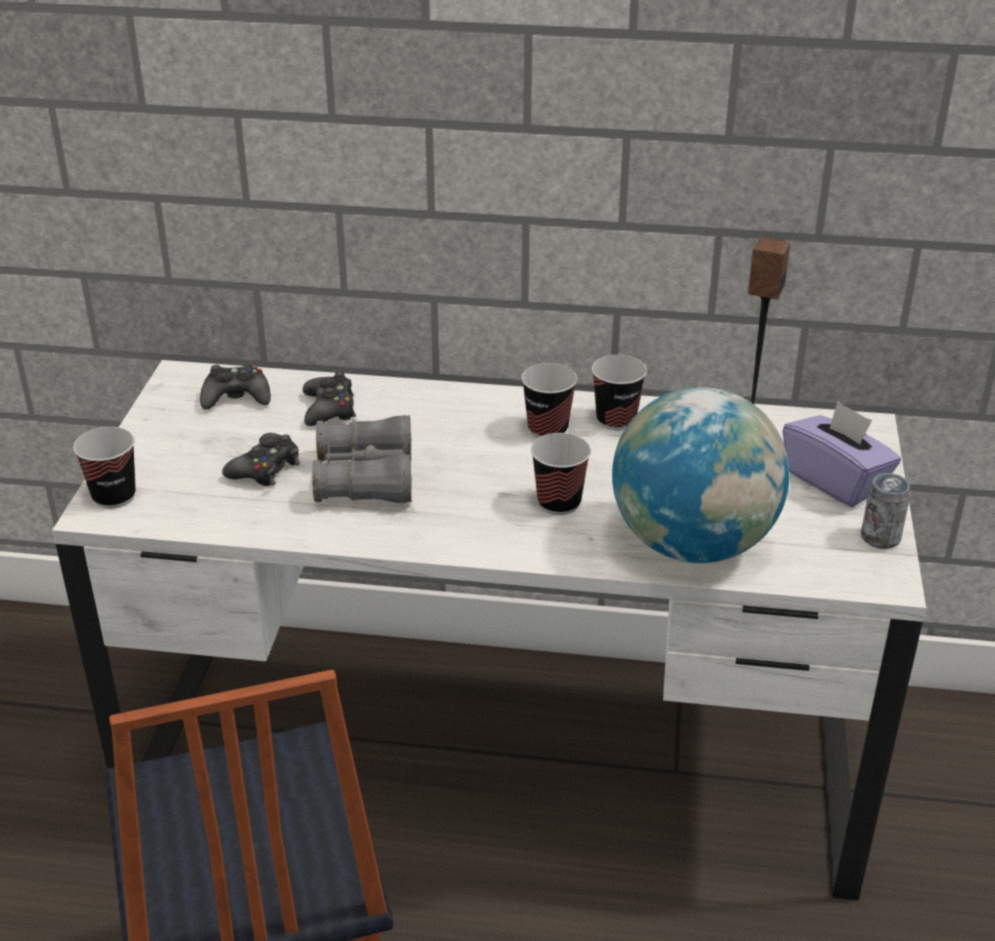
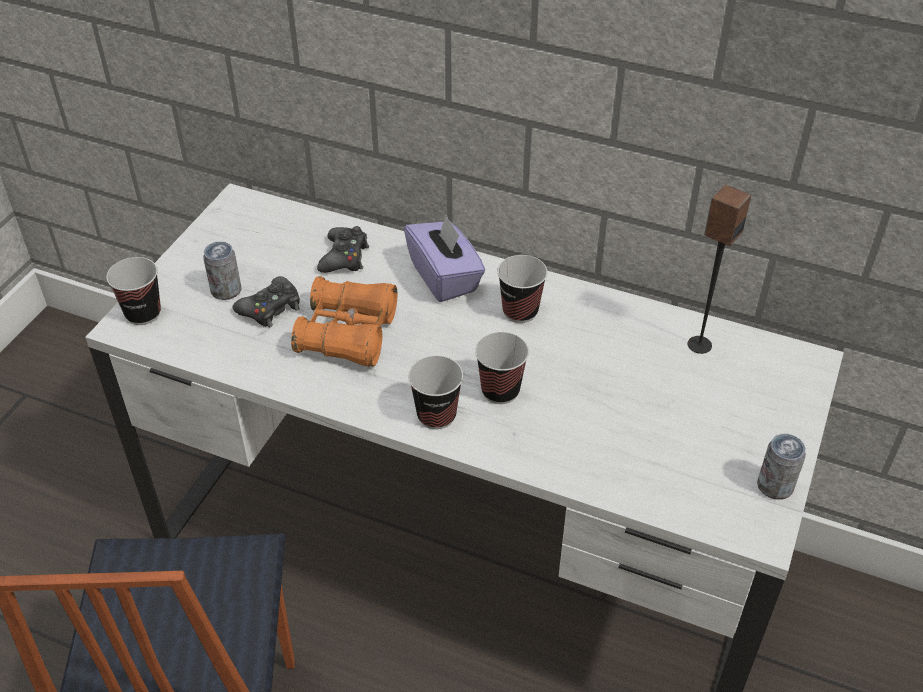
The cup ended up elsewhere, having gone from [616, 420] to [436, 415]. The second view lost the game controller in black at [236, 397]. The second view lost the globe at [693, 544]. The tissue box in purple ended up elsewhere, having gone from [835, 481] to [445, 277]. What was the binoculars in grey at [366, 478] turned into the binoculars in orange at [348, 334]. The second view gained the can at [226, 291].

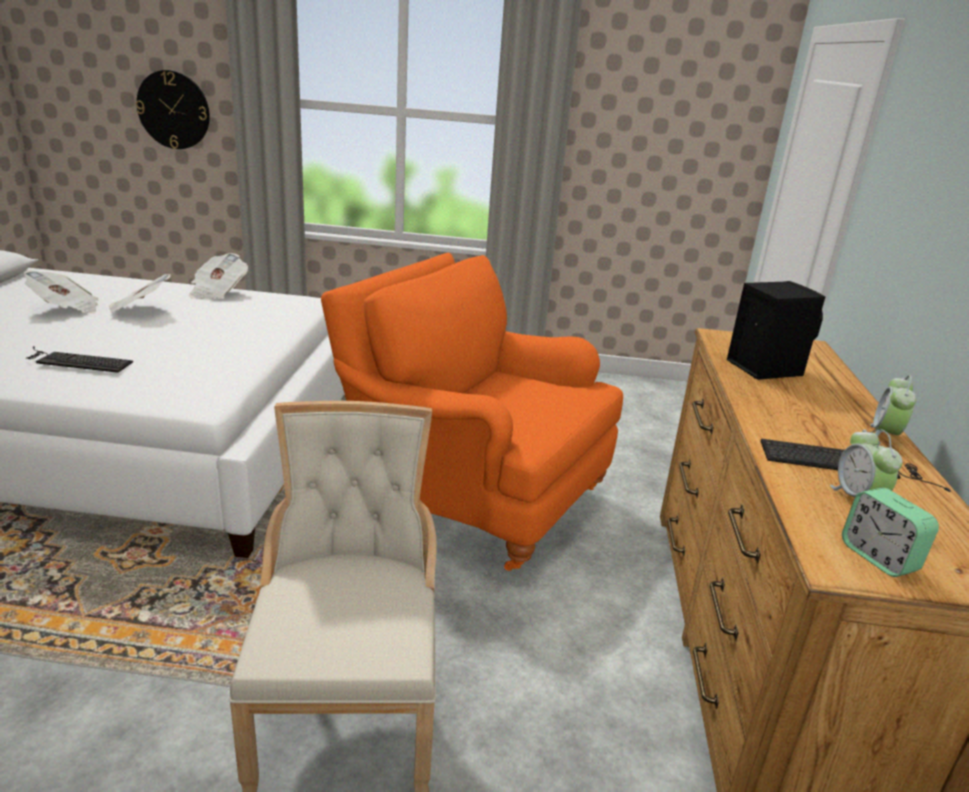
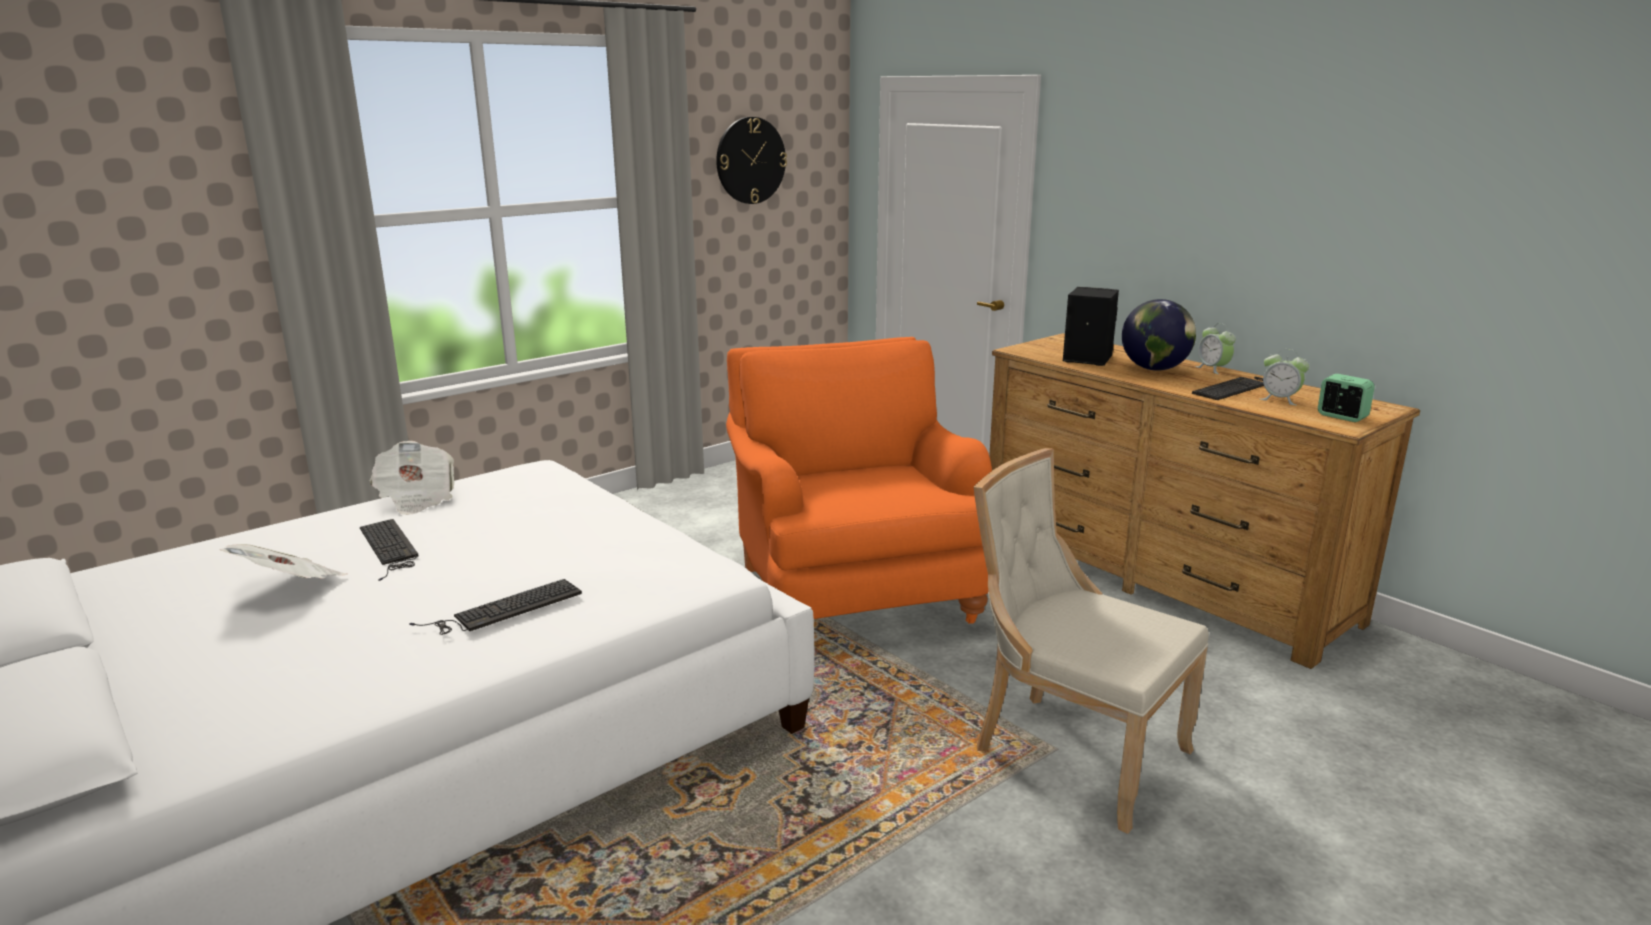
The wall clock ended up elsewhere, having gone from [173, 110] to [750, 160]. The armchair in orange at [471, 495] ended up facing another way, 90 degrees clockwise from before. Where the newspaper stood at [139, 309], the keyboard came to stand at [389, 547]. The alarm clock at [878, 557] ended up facing another way, 150 degrees counterclockwise from before. The second view gained the globe at [1155, 369].

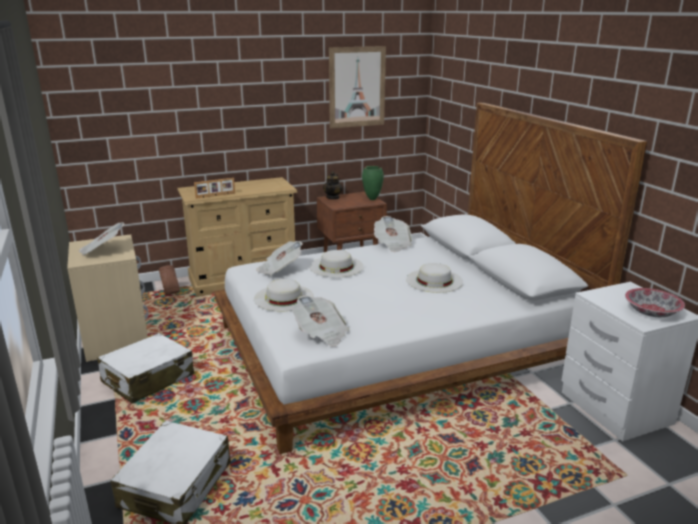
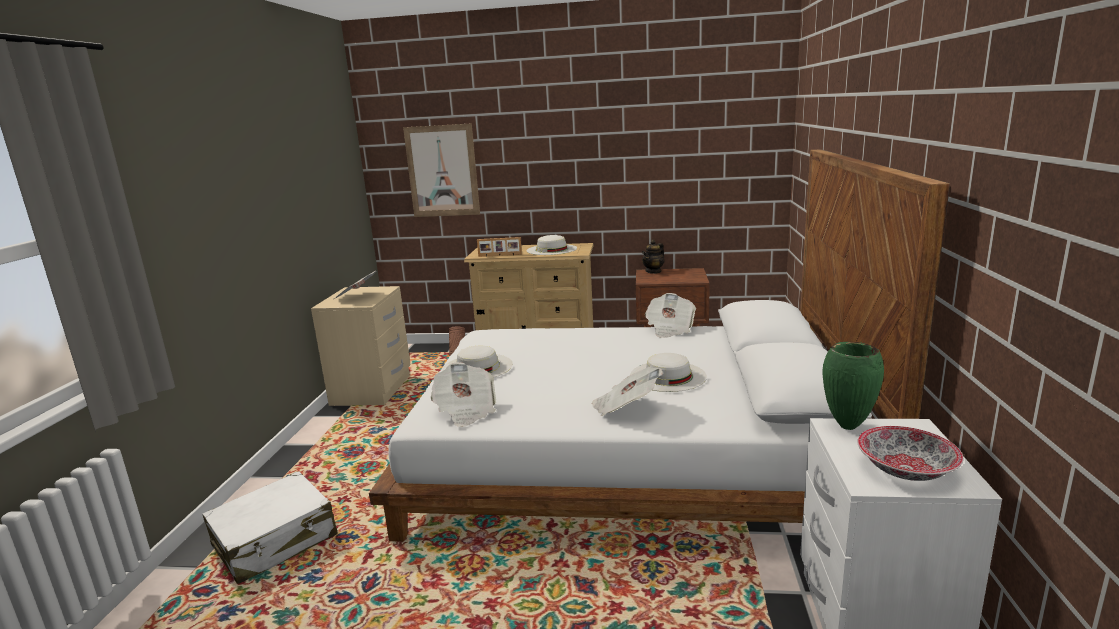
The picture ended up elsewhere, having gone from [357, 87] to [442, 171]. The vase in green ended up elsewhere, having gone from [372, 199] to [846, 427]. The newspaper ended up elsewhere, having gone from [279, 269] to [625, 408]. The hat in white ended up elsewhere, having gone from [336, 266] to [551, 249]. The second view lost the suitcase in white at [148, 379].

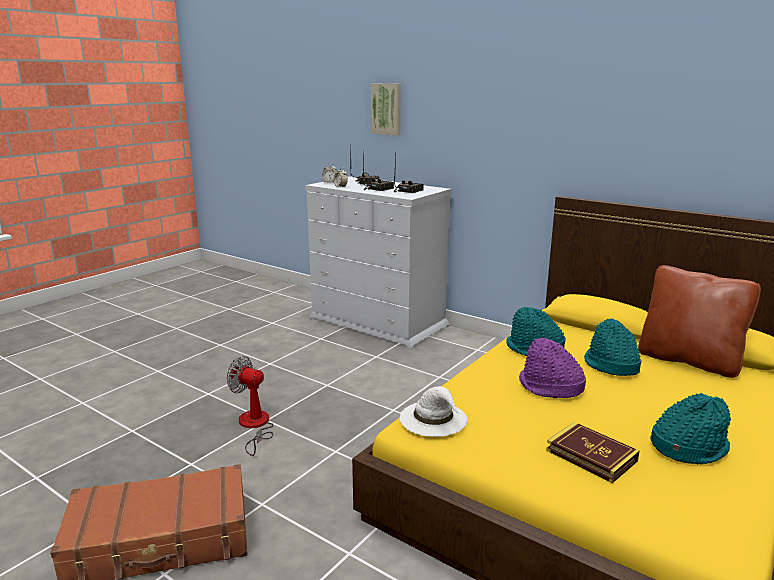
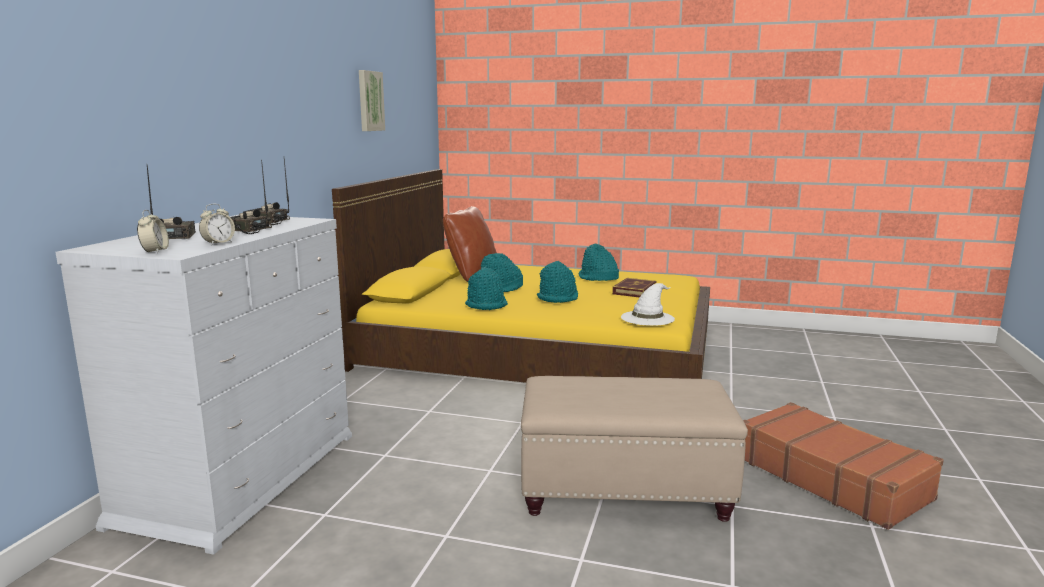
The picture ended up elsewhere, having gone from [387, 109] to [369, 101]. What was the hat in purple at [550, 387] turned into the hat in turquoise at [558, 298]. Where the fan stood at [254, 426], the ottoman in beige came to stand at [625, 490].

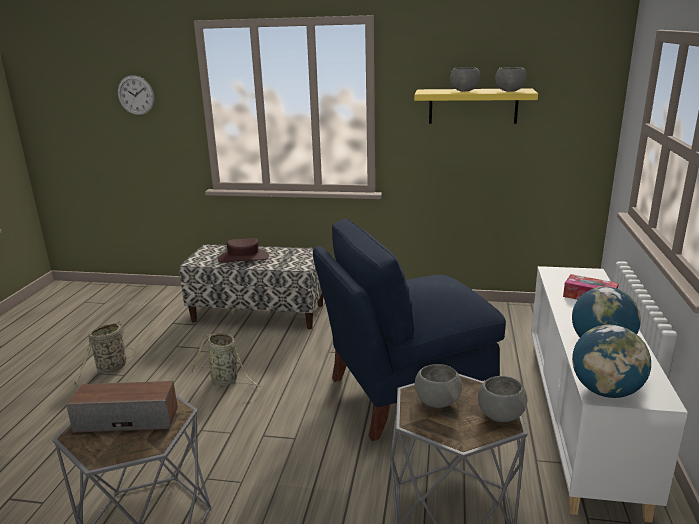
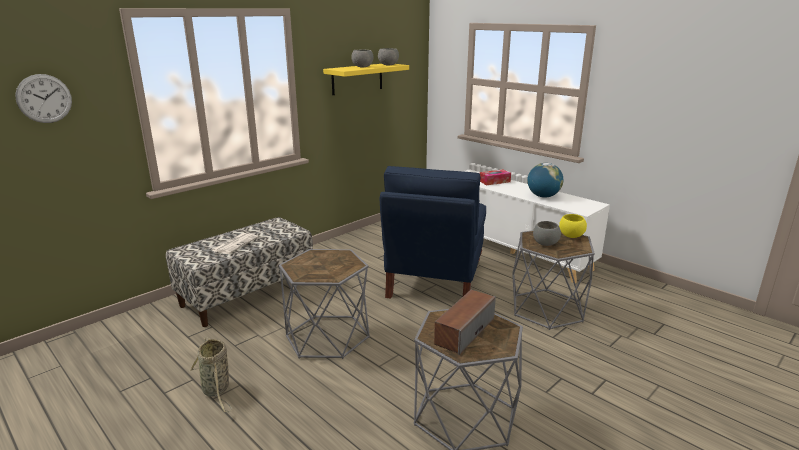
Where the hat in brown stood at [243, 258], the newspaper came to stand at [235, 244]. The second view lost the globe at [606, 391]. Where the basket stood at [226, 380], the side table in grey came to stand at [327, 337]. What was the bowl in grey at [500, 415] turned into the bowl in yellow at [571, 236].

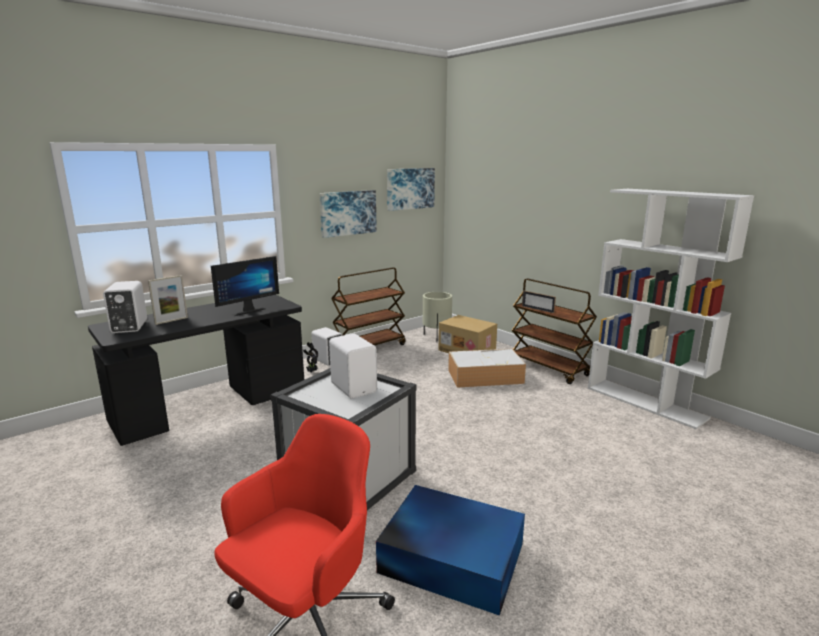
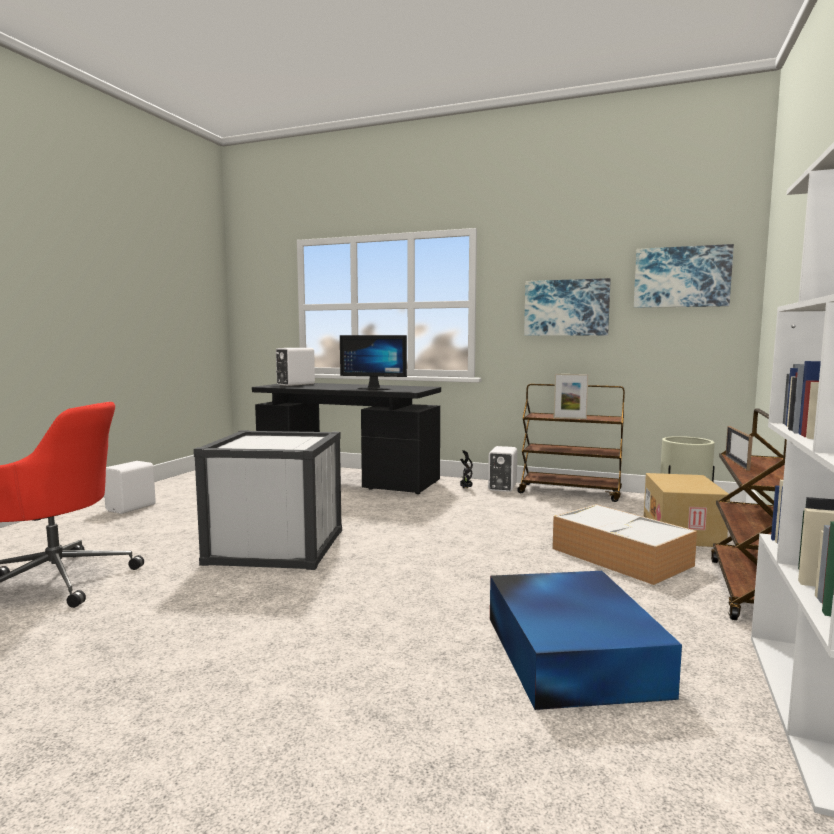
The picture frame ended up elsewhere, having gone from [171, 321] to [569, 418]. The speaker in white ended up elsewhere, having gone from [354, 387] to [132, 508]. The storage box in blue ended up elsewhere, having gone from [450, 557] to [572, 652].

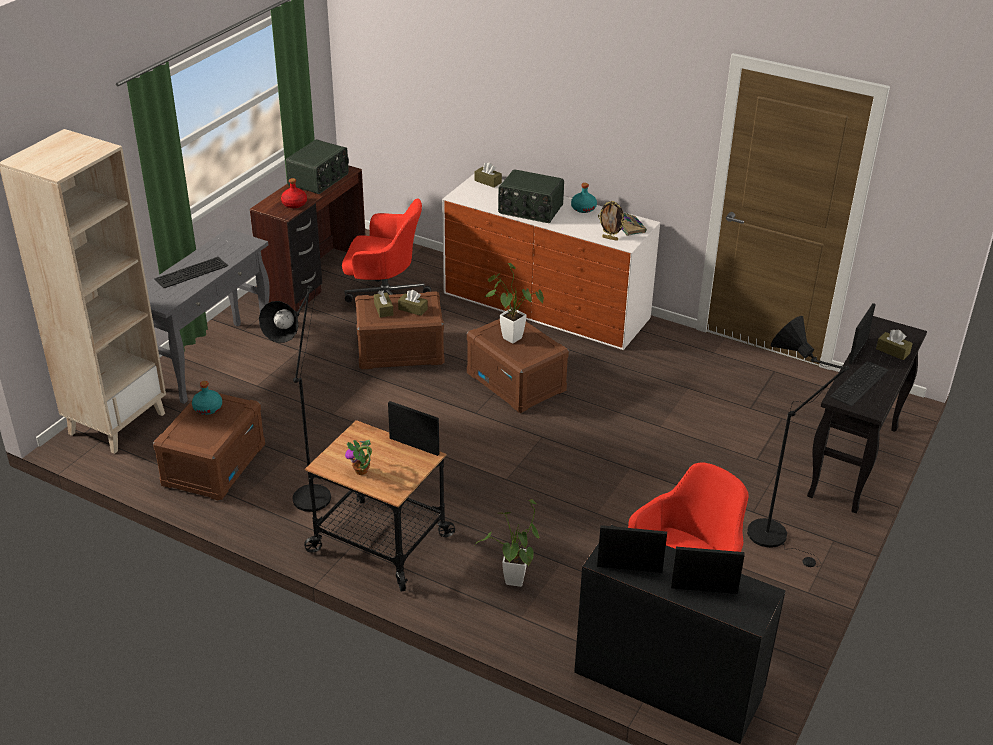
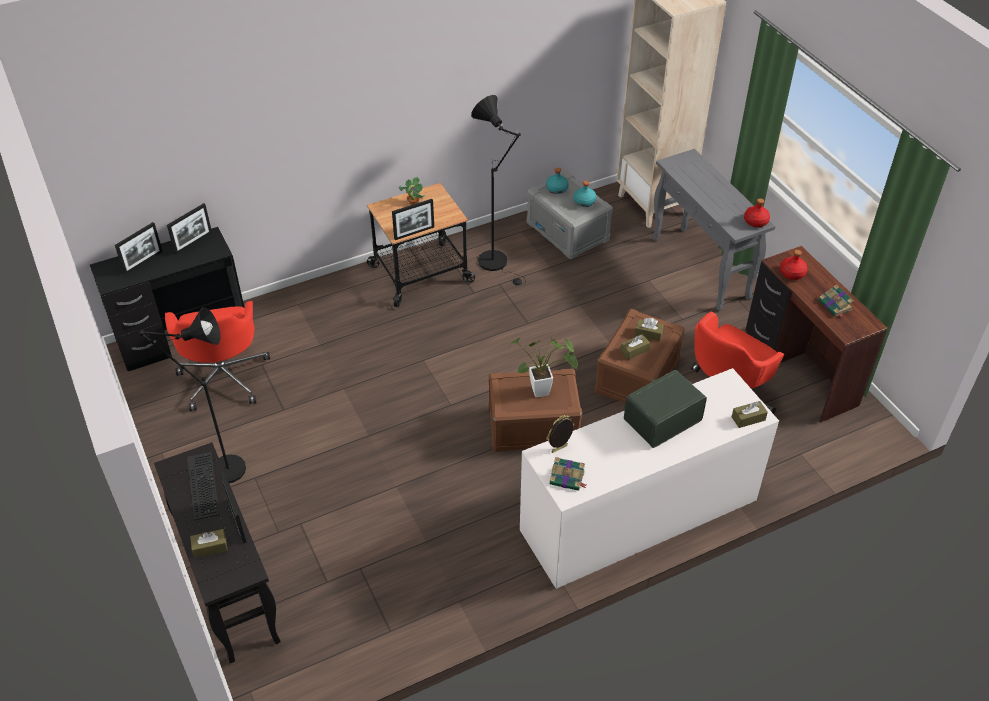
Where the radio stood at [319, 180], the book came to stand at [835, 306]. The bottle in turquoise ended up elsewhere, having gone from [583, 208] to [557, 189]. The second view lost the keyboard at [191, 273]. What was the storage box in brown at [213, 464] turned into the storage box in grey at [568, 231]. The second view lost the potted plant at [513, 584]. The second view gained the bottle in red at [756, 221].

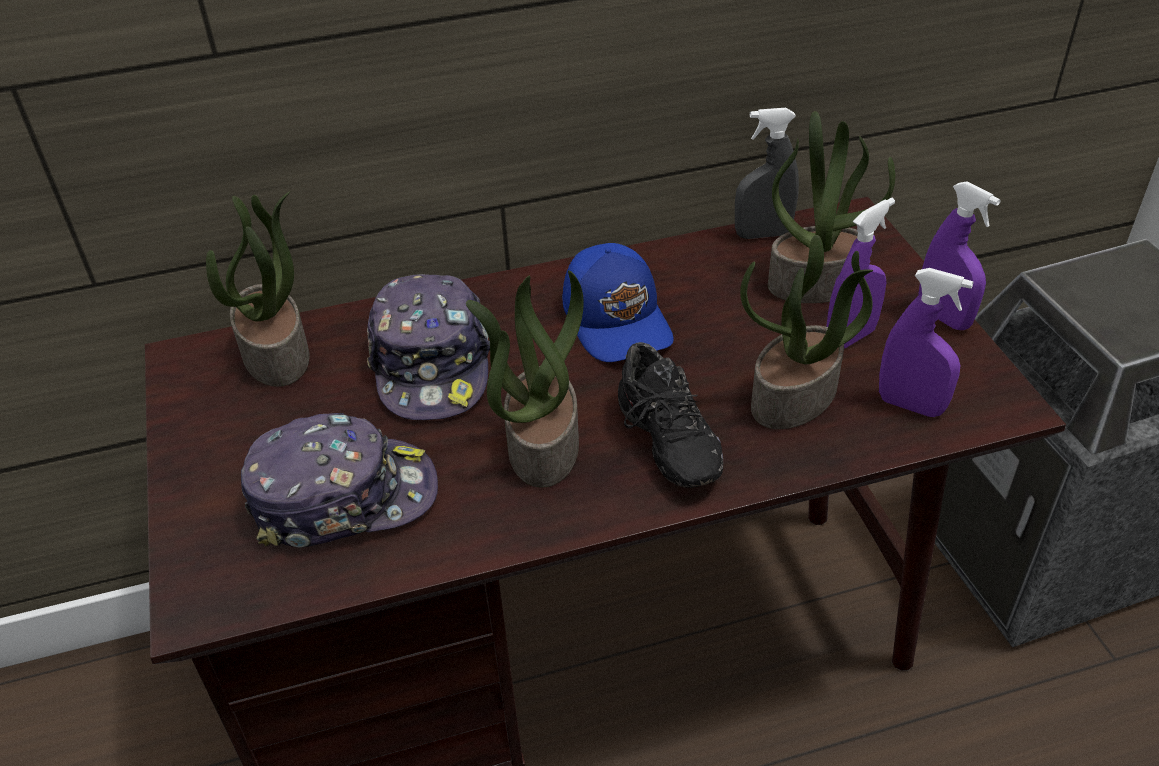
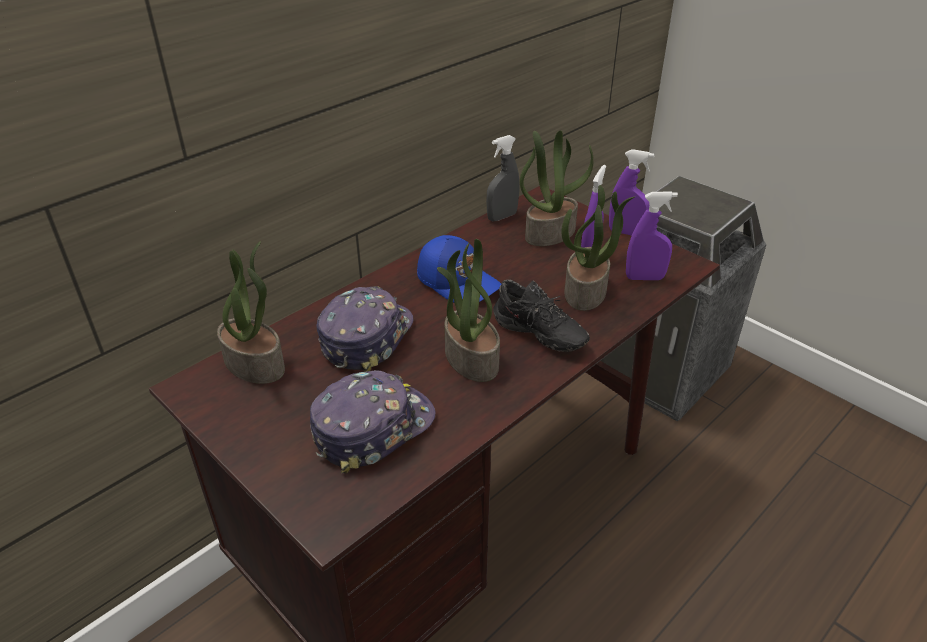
The cap at [432, 364] ended up facing another way, 120 degrees counterclockwise from before.

